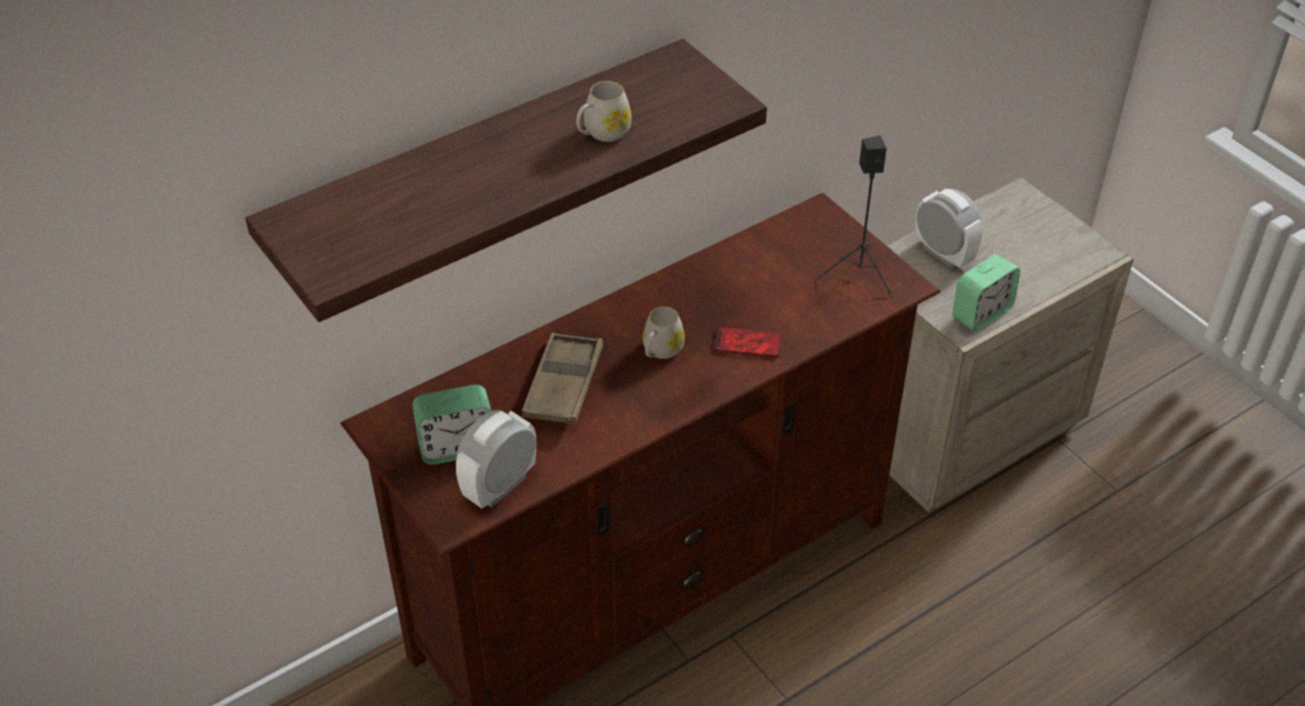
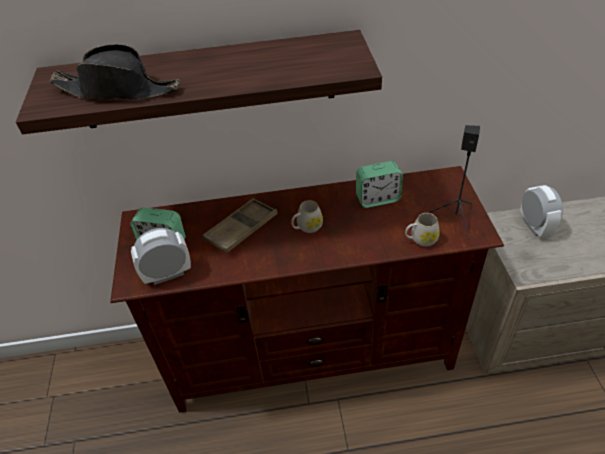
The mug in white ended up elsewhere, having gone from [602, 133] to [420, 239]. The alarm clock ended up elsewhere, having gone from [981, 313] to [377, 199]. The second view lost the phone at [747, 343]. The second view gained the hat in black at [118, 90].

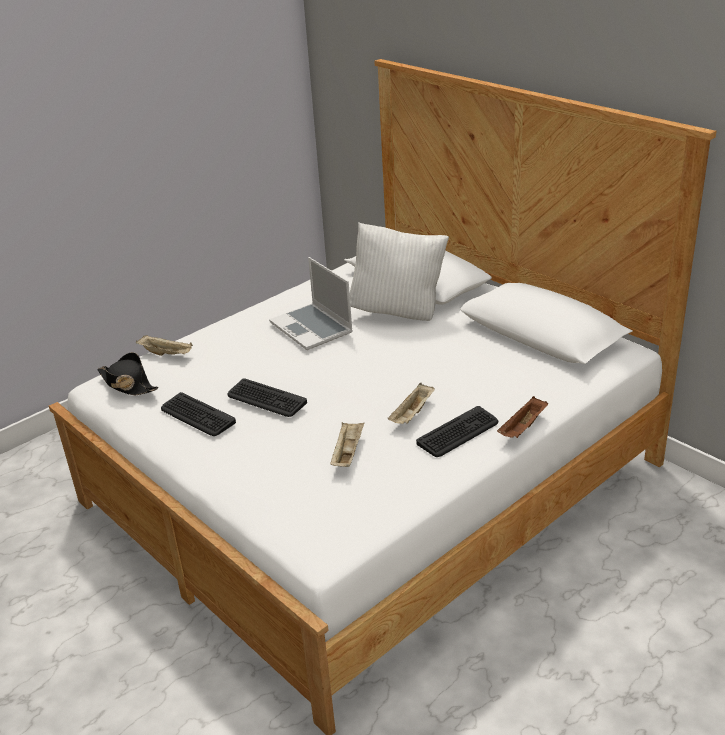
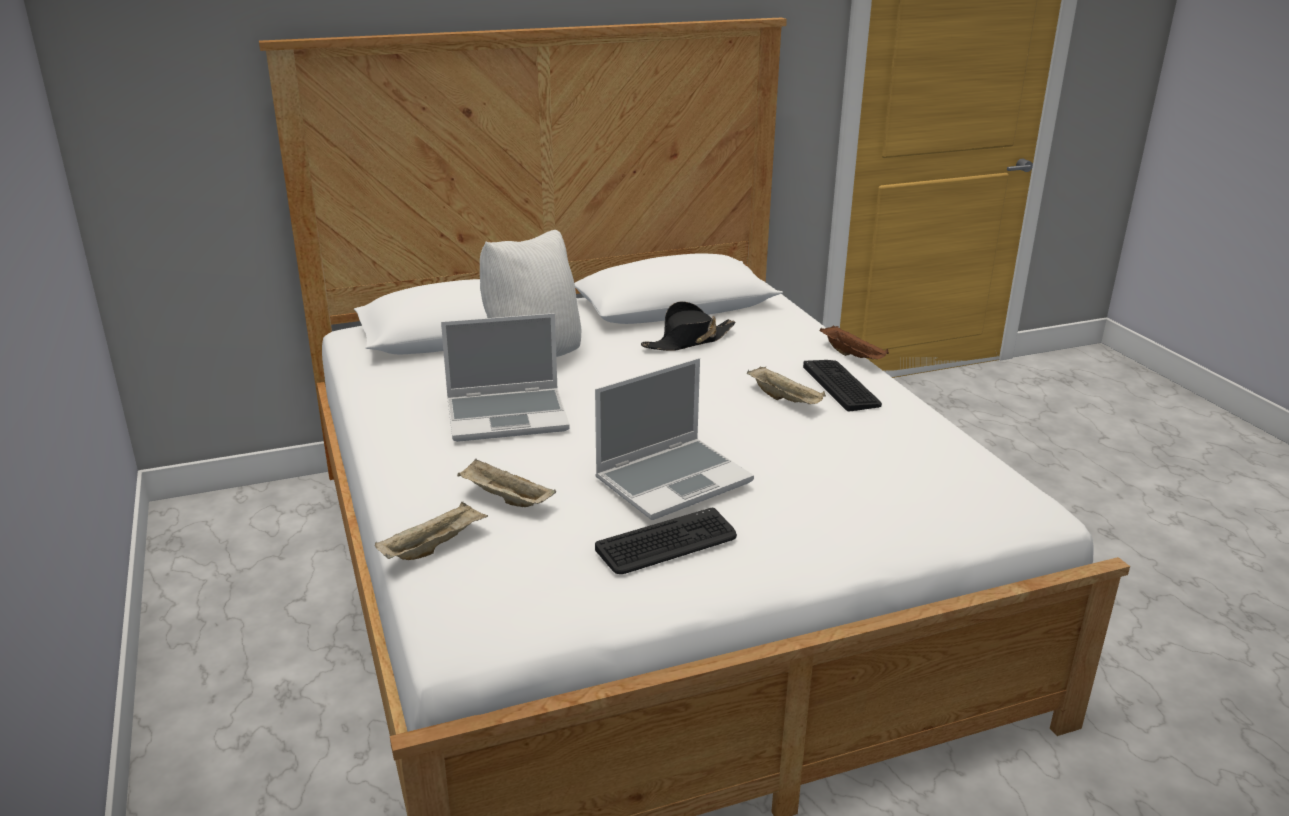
The hat in black ended up elsewhere, having gone from [127, 384] to [688, 341]. Where the keyboard stood at [266, 399], the laptop came to stand at [674, 479]. The tray in beige ended up elsewhere, having gone from [347, 453] to [504, 498].

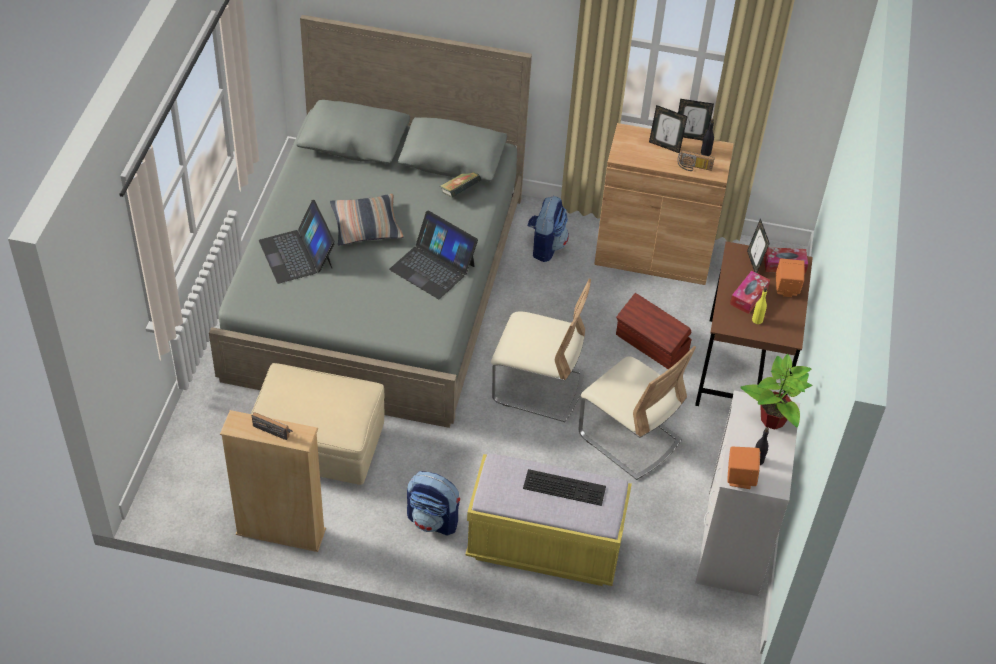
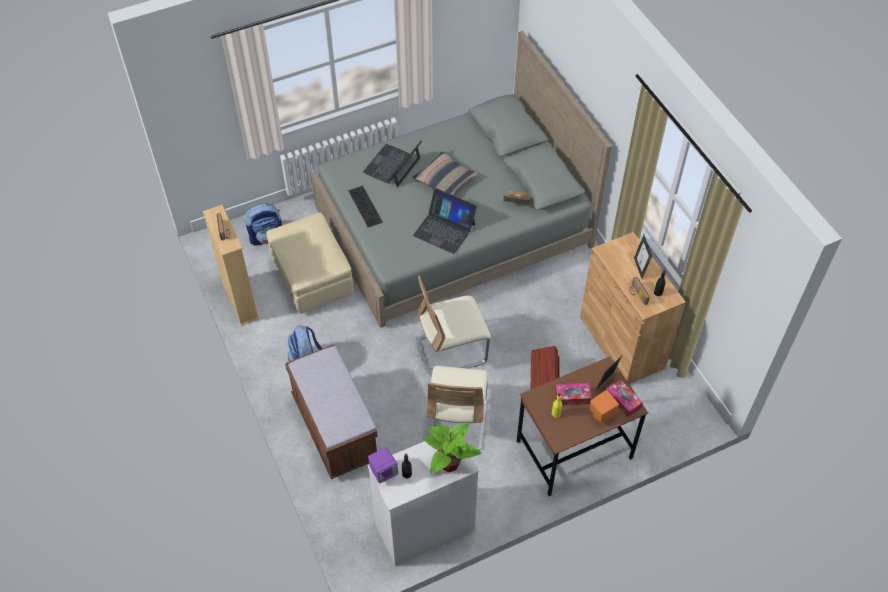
The second view lost the picture frame at [690, 136]. The backpack ended up elsewhere, having gone from [545, 246] to [267, 237]. The laptop at [433, 267] ended up facing another way, 60 degrees counterclockwise from before. The chair in beige at [538, 387] ended up facing another way, 90 degrees clockwise from before. What was the speaker in orange at [740, 478] turned into the speaker in purple at [383, 472]. What was the bench in yellow at [544, 547] turned into the bench in brown at [335, 428]. The keyboard ended up elsewhere, having gone from [565, 486] to [366, 206].

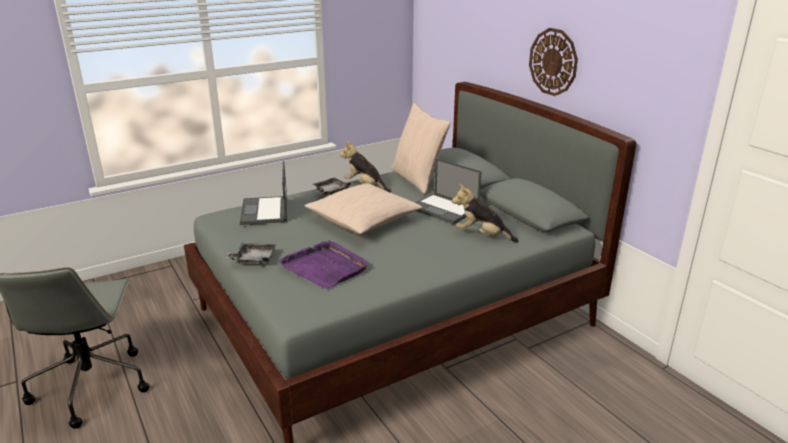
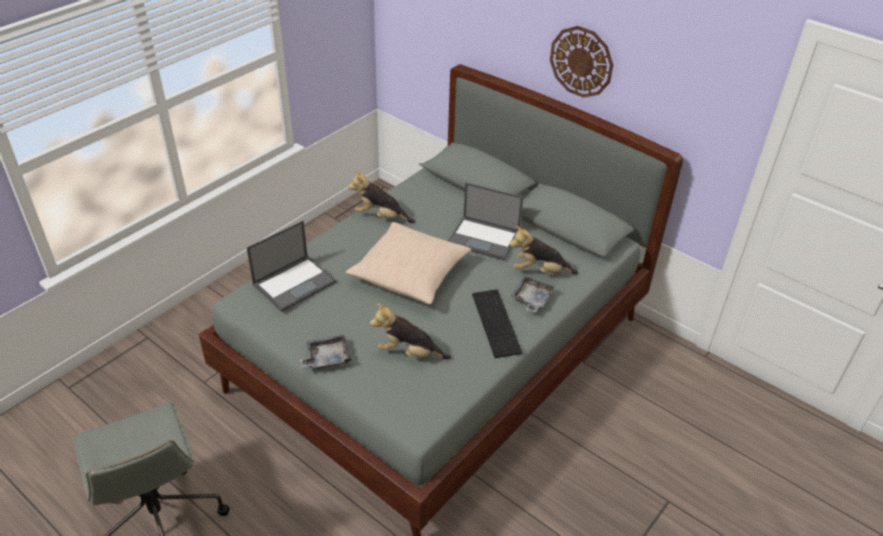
The second view lost the pillow in beige at [418, 179]. The laptop at [265, 211] ended up facing another way, 105 degrees counterclockwise from before. The tray in grey ended up elsewhere, having gone from [330, 191] to [531, 299]. Where the tray in purple stood at [325, 267], the plush toy came to stand at [409, 352]. The second view gained the keyboard at [498, 323].

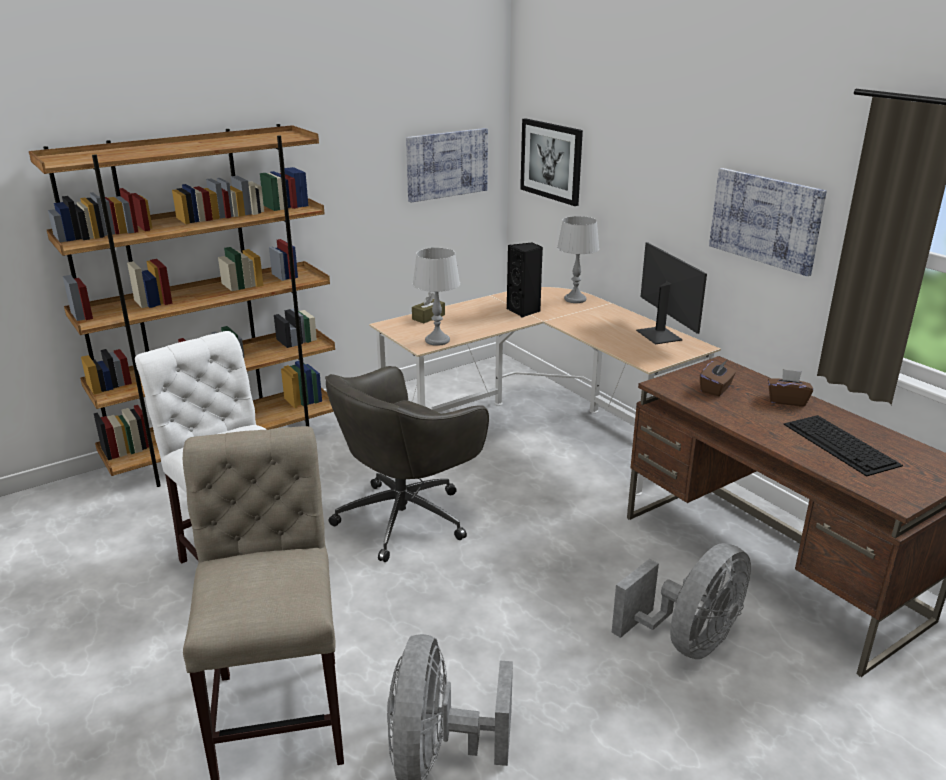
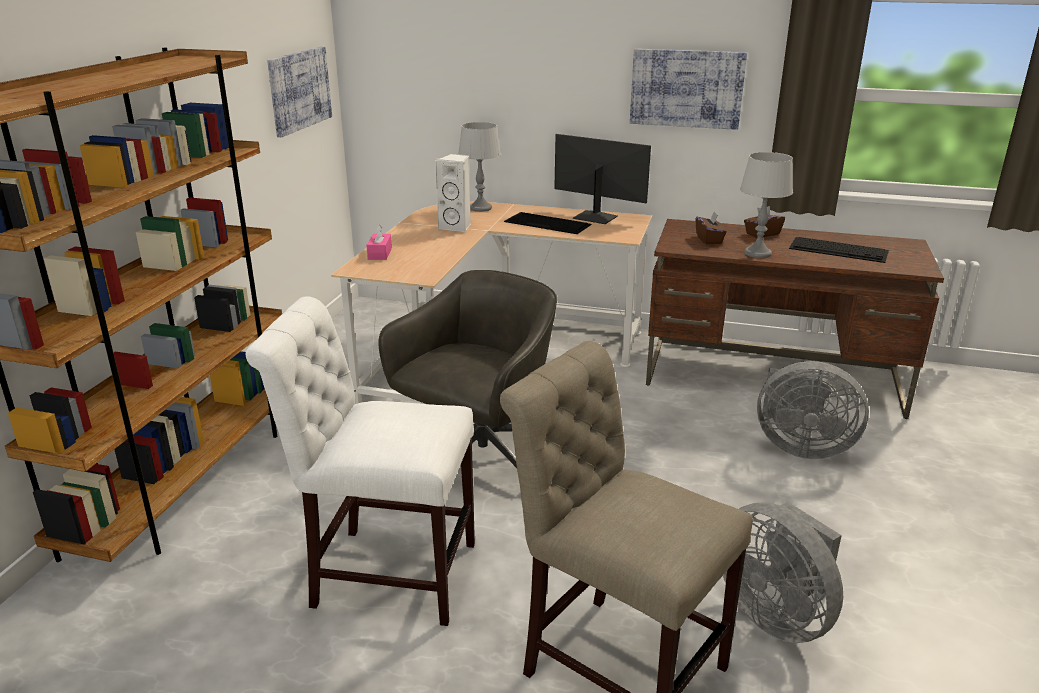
The second view lost the picture at [551, 161]. What was the speaker in black at [524, 311] turned into the speaker in white at [457, 227]. The table lamp in grey ended up elsewhere, having gone from [437, 340] to [757, 253]. What was the tissue box in brown at [428, 317] turned into the tissue box in pink at [380, 253]. The office chair in grey at [406, 517] ended up facing another way, 150 degrees counterclockwise from before. The fan in grey at [688, 641] ended up facing another way, 105 degrees clockwise from before. The second view gained the keyboard at [548, 223].

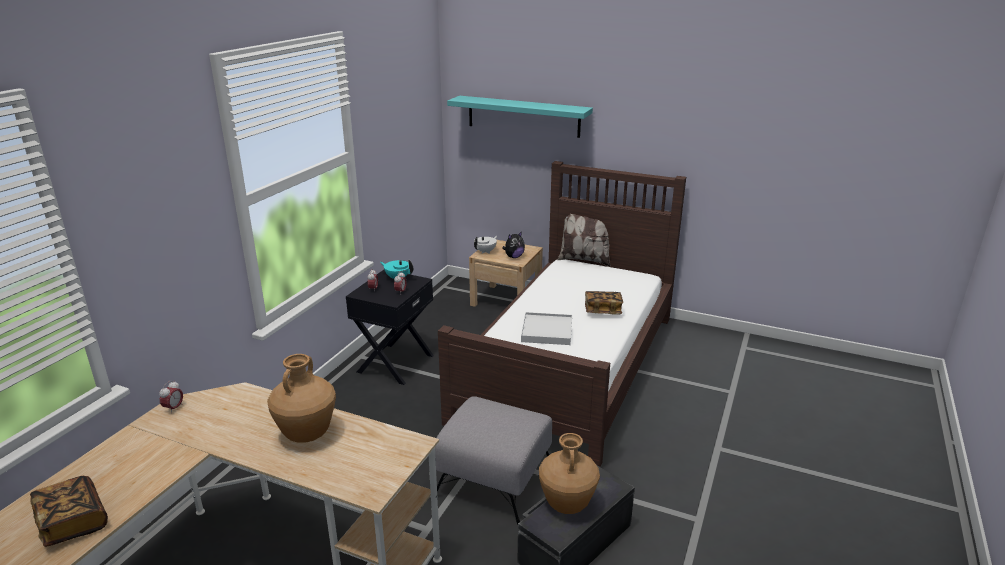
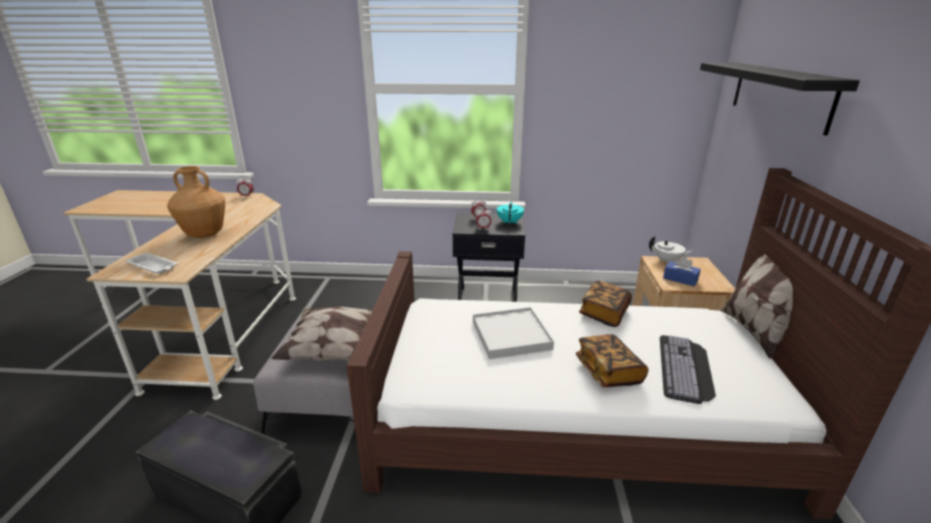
What was the shelf in turquoise at [523, 116] turned into the shelf in black at [779, 94]. Where the plush toy stood at [514, 257], the tissue box in blue came to stand at [680, 279]. The second view lost the vase in brown at [567, 505]. The book ended up elsewhere, having gone from [72, 522] to [604, 313]. The second view gained the tray in white at [153, 267]. The second view gained the pillow at [336, 349]. The second view gained the keyboard at [686, 369].

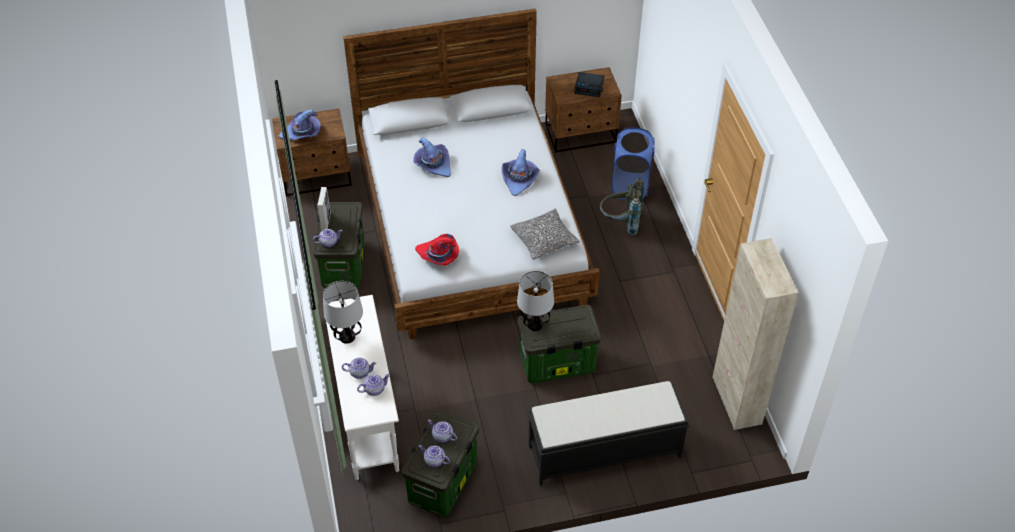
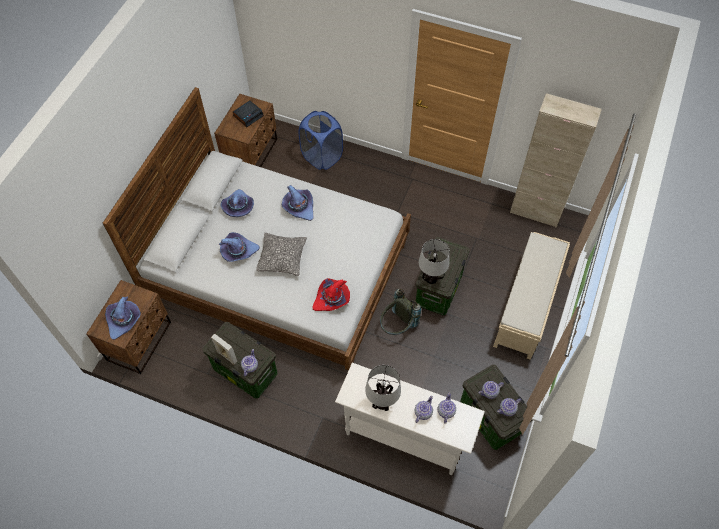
The backpack in grey ended up elsewhere, having gone from [620, 222] to [397, 326]. The pillow ended up elsewhere, having gone from [544, 239] to [282, 257]. What was the bench in black at [603, 451] turned into the bench in beige at [526, 306]. The second view gained the hat in purple at [238, 206].

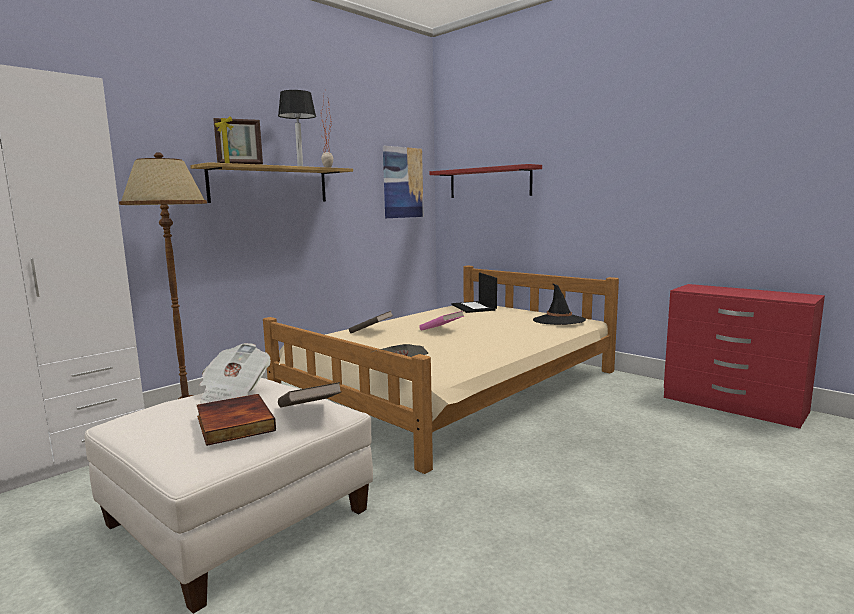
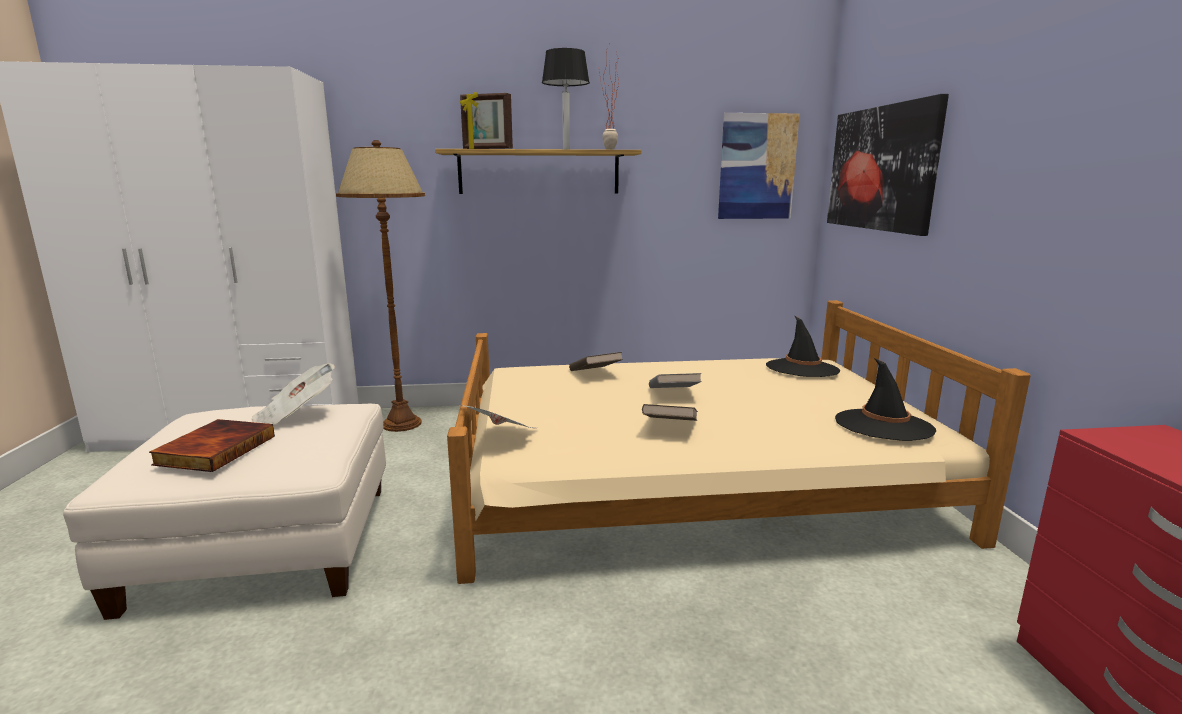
Where the shelf in red hung at [489, 182], the picture came to hang at [881, 168]. Where the laptop stood at [474, 307], the hat in black came to stand at [802, 368]. What was the book in pink at [441, 330] turned into the book in grey at [673, 395]. The book in brown ended up elsewhere, having gone from [309, 412] to [670, 428].

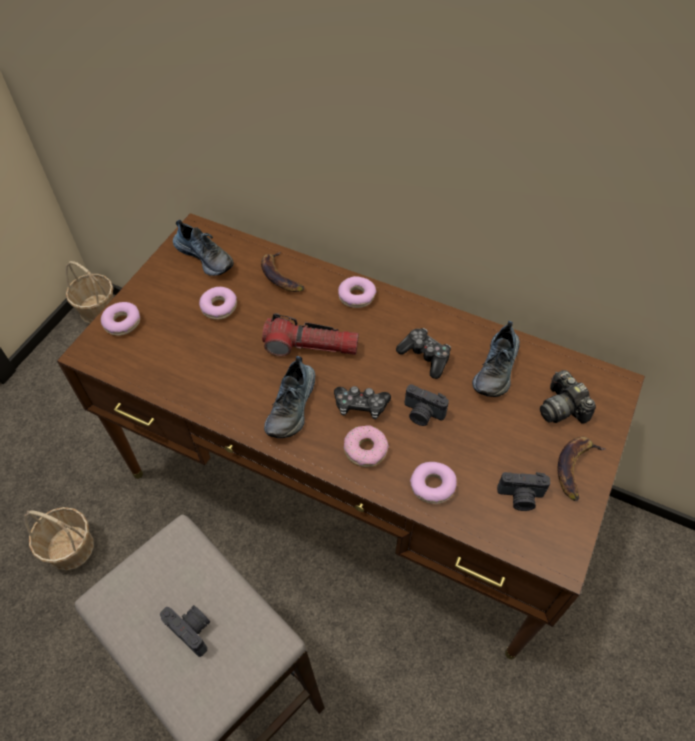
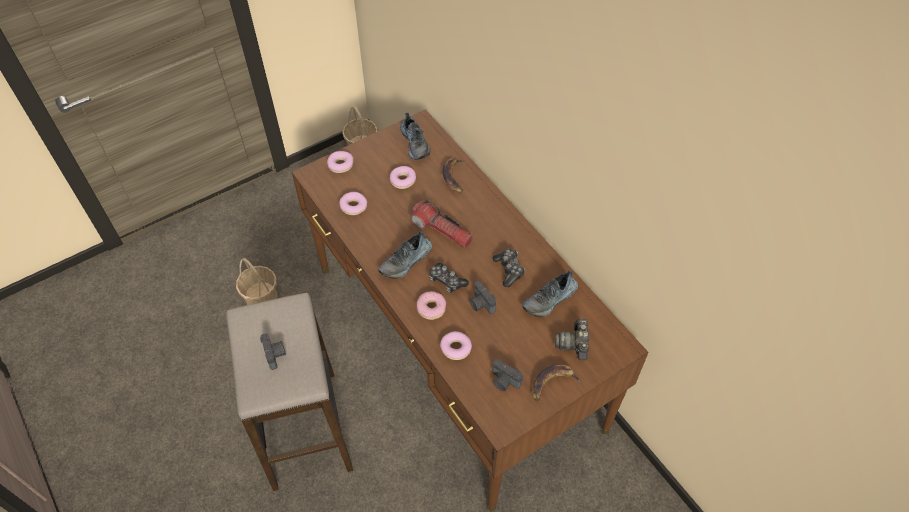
The donut ended up elsewhere, having gone from [356, 296] to [353, 206].

